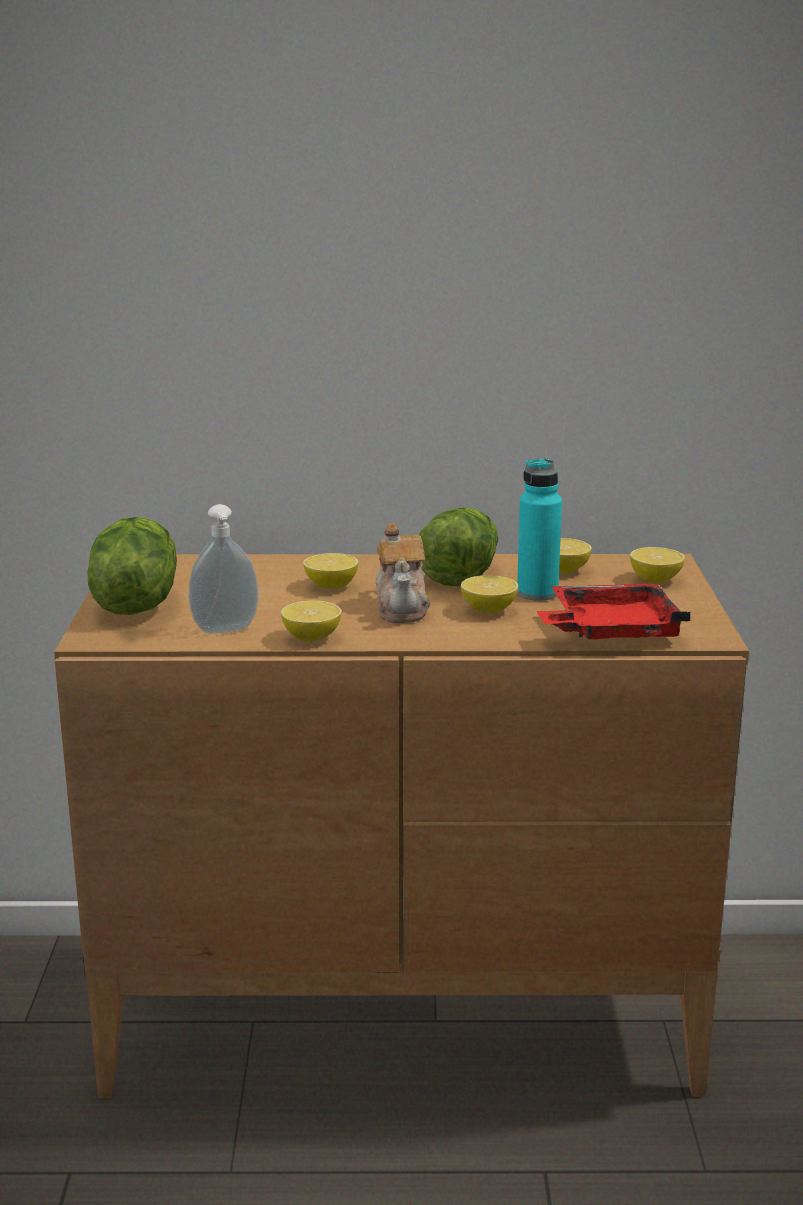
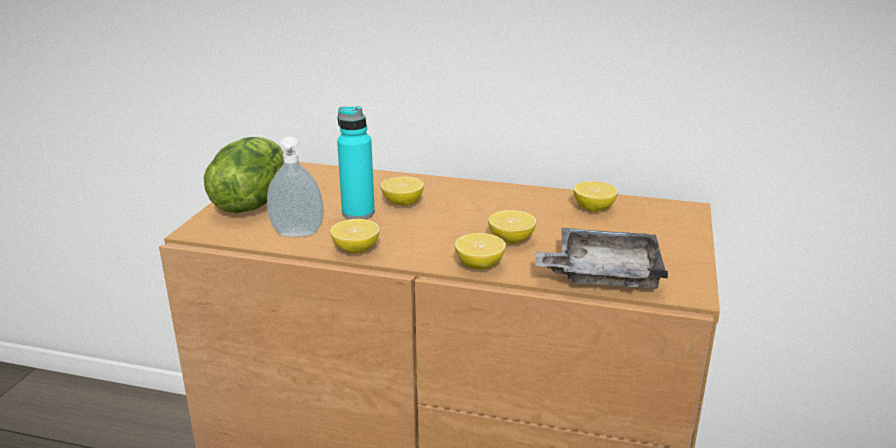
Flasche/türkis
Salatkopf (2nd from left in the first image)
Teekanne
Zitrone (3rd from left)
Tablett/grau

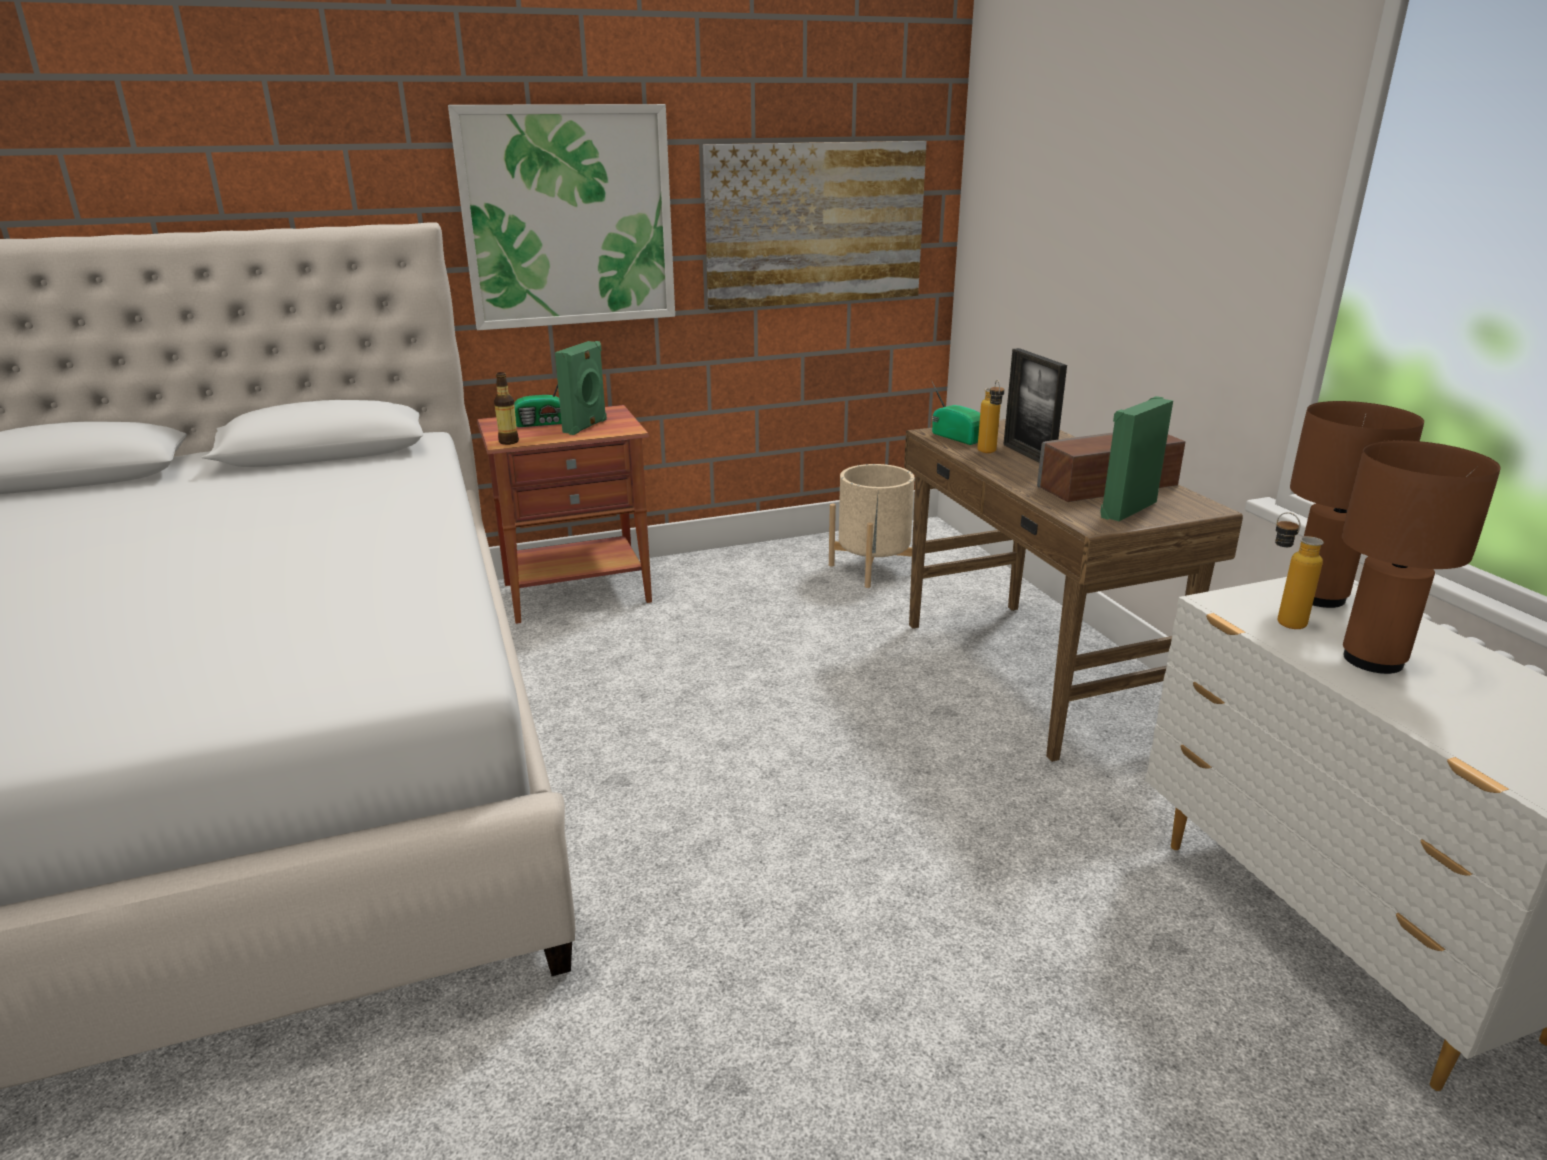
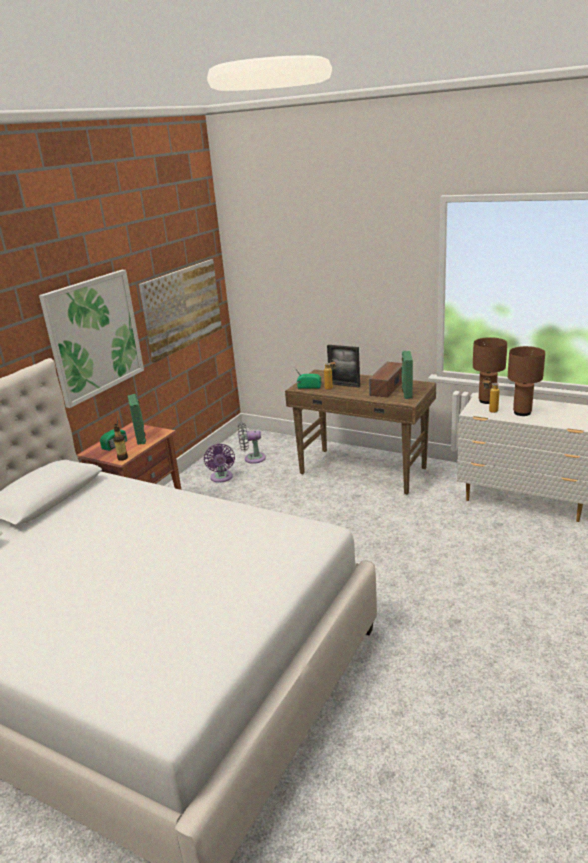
Ventilator/grau
Ventilator/lila

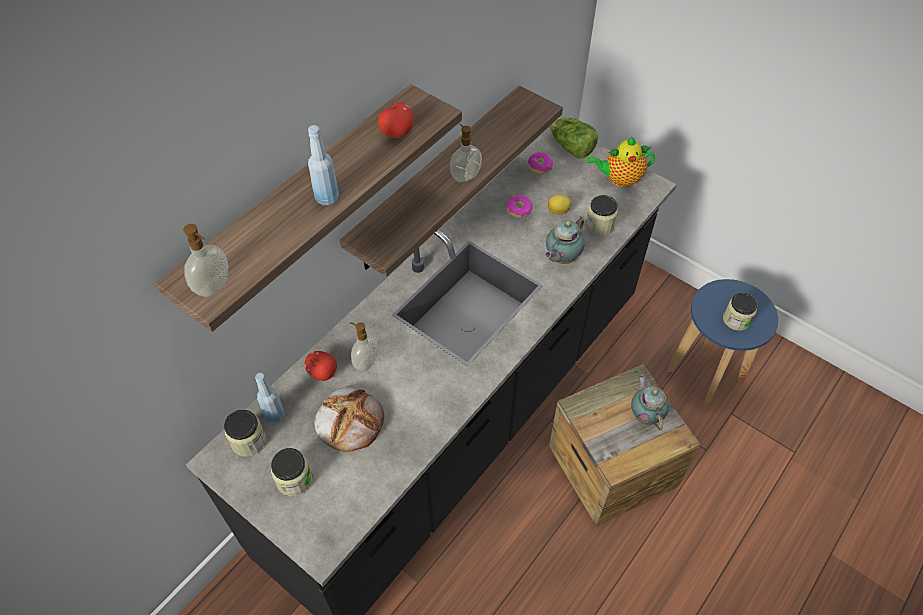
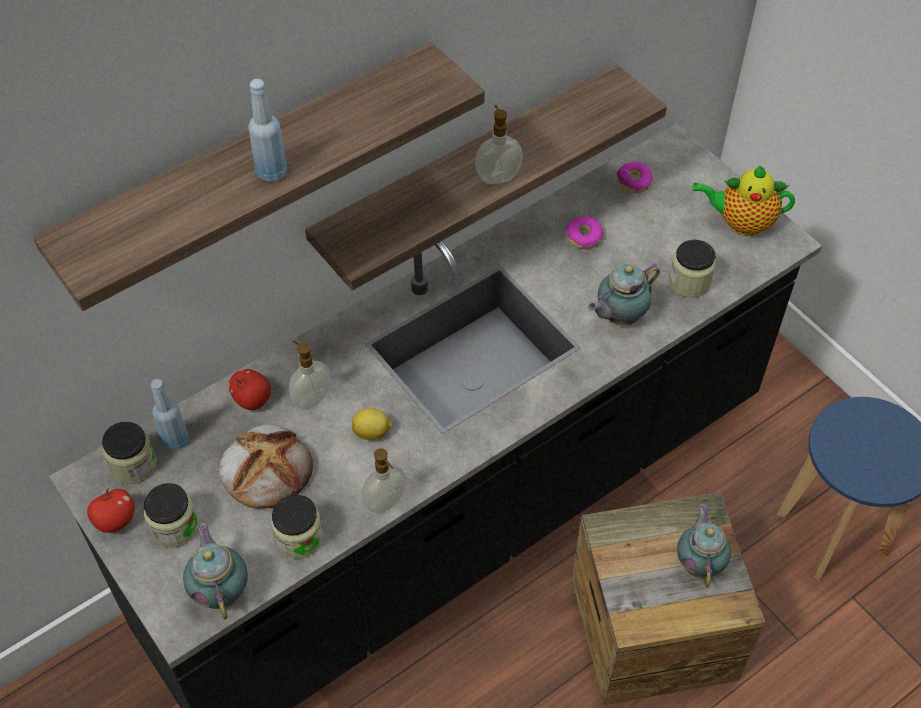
Apfel (1st from left)
Salatkopf
Zitrone
Seifenspender (2nd from left)
Vorratsglas (3rd from left)
Teekanne (1st from left)

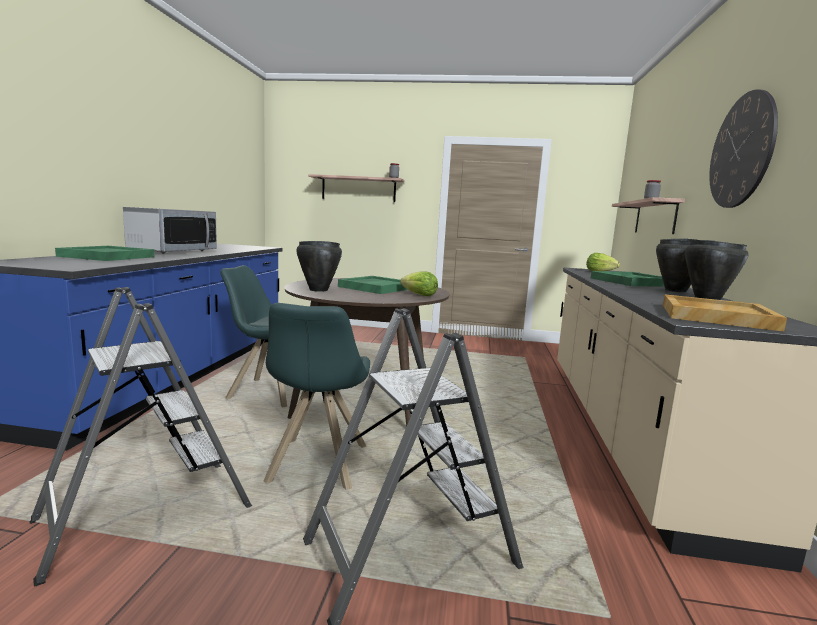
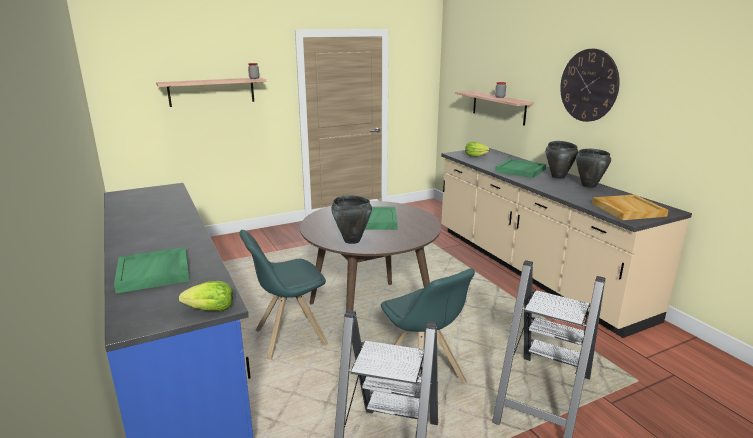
Mikrowelle
Salatkopf (1st from left)

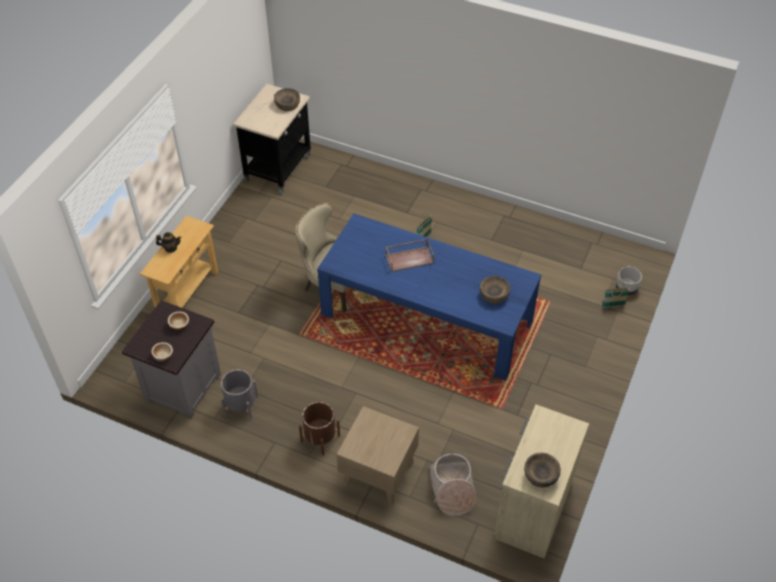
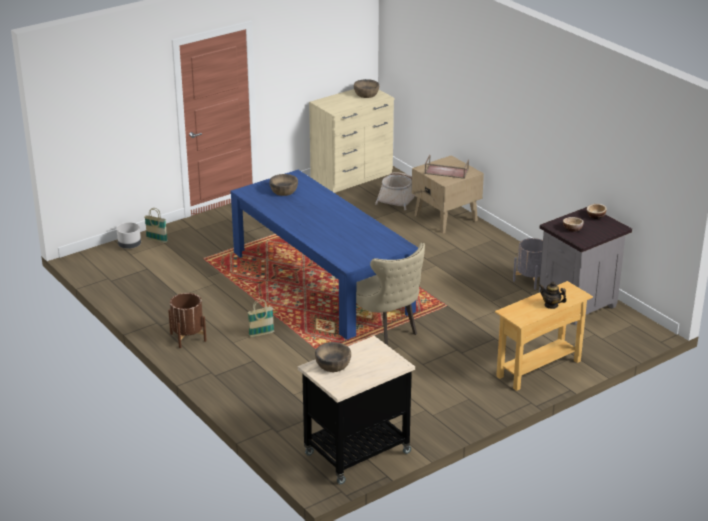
Tablett/braun
Pflanzkübel/braun

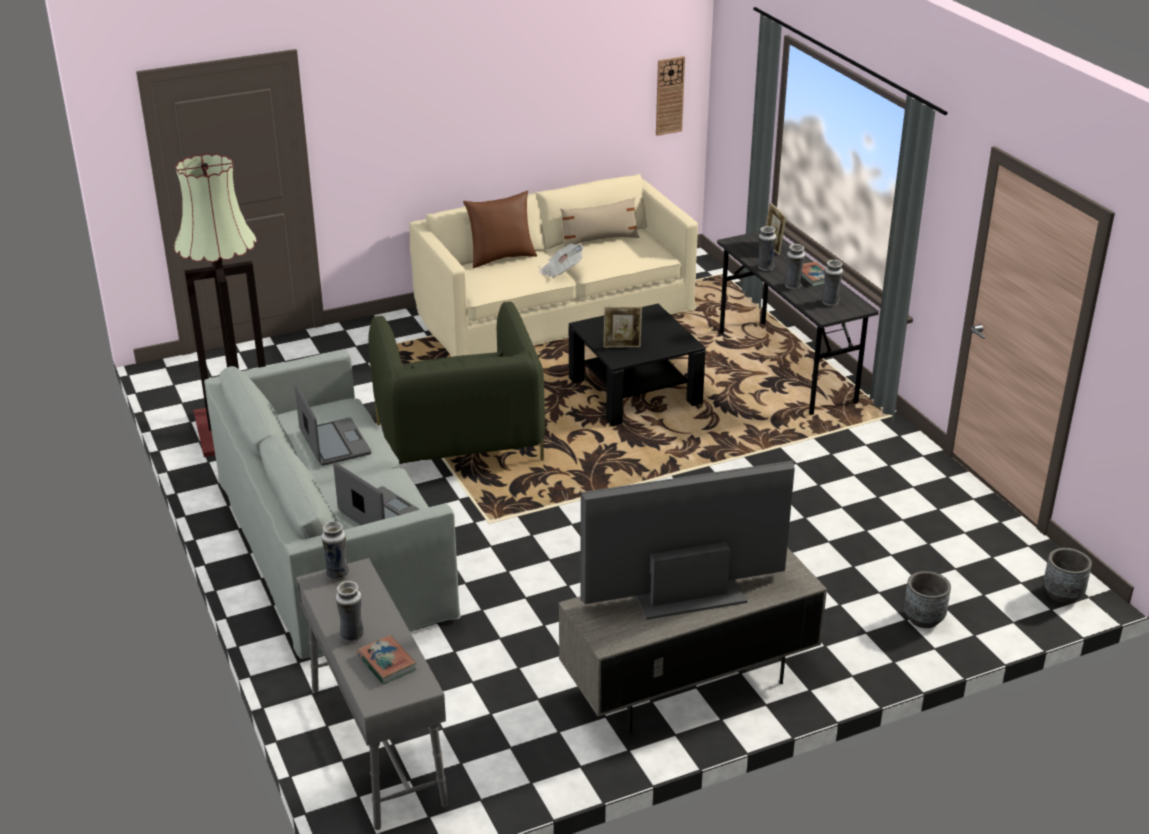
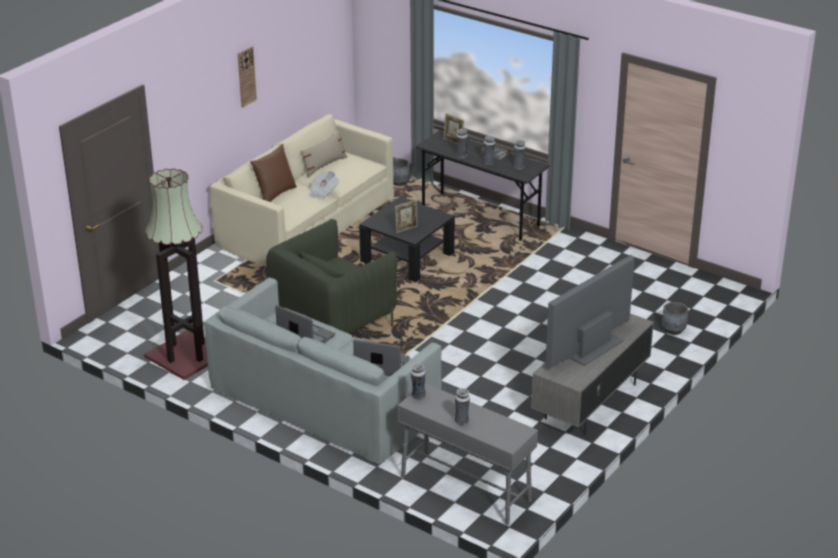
Wanduhr
Sessel/grün
Pflanzkübel/grau (1st from left)
Buch (1st from left in the first image)

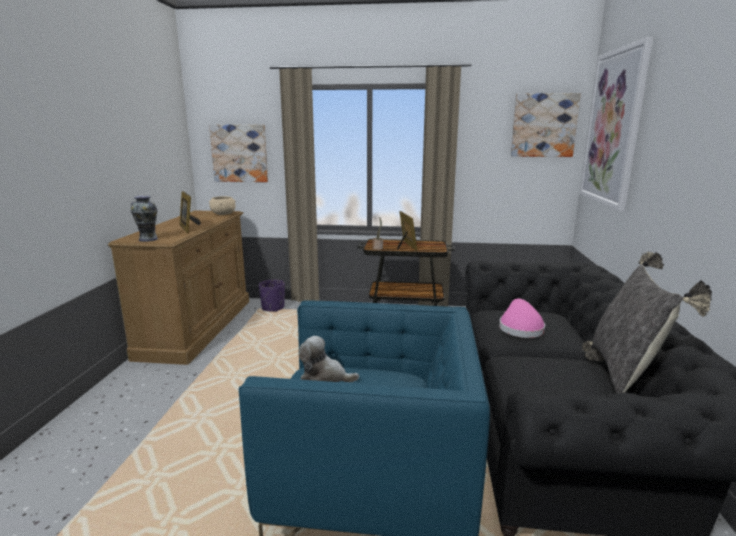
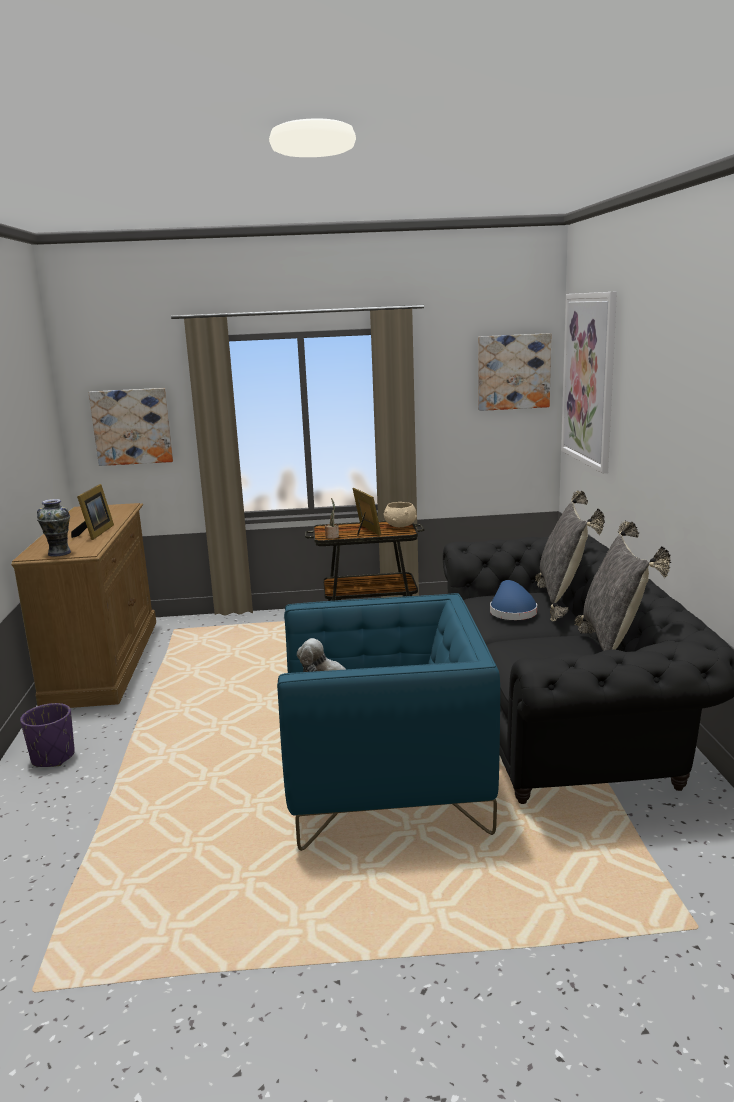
Bilderrahmen (1st from left)
Schüssel/beige
Pflanzkübel/lila
Hut/blau
Kissen (1st from left)

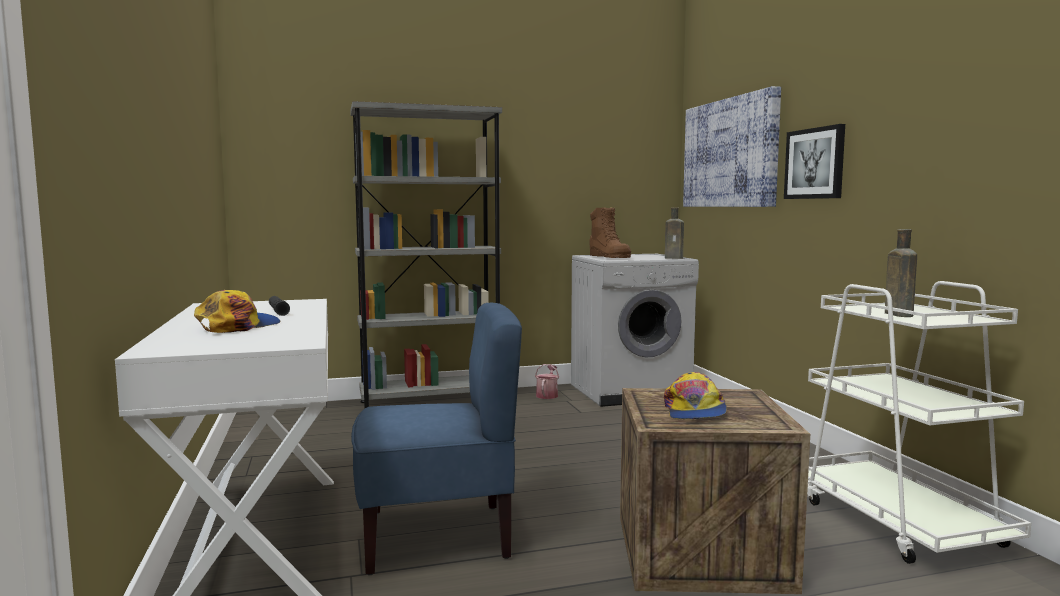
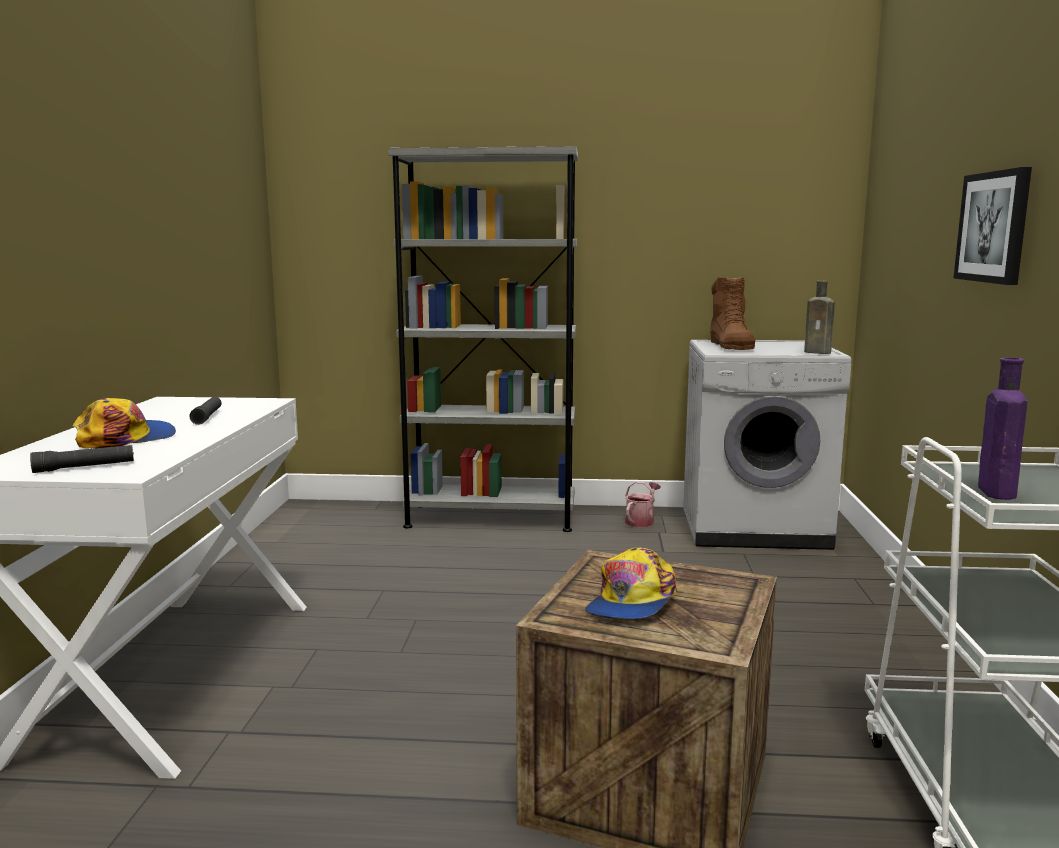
Bild (1st from left in the first image)
Flasche/lila
Stuhl/blau
Taschenlampe/schwarz (1st from left)

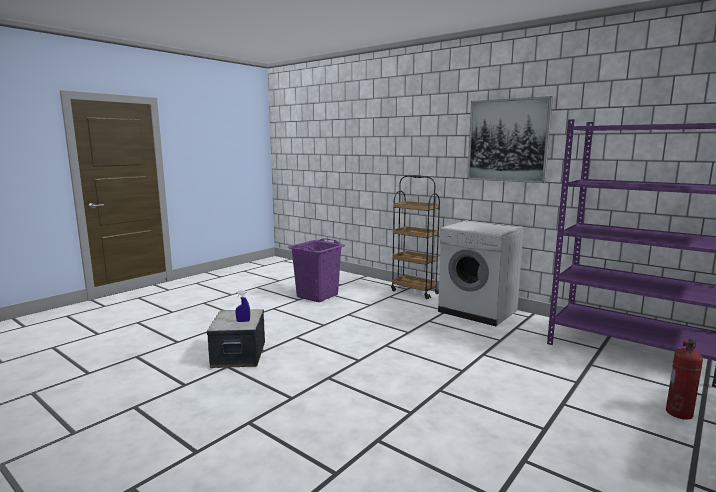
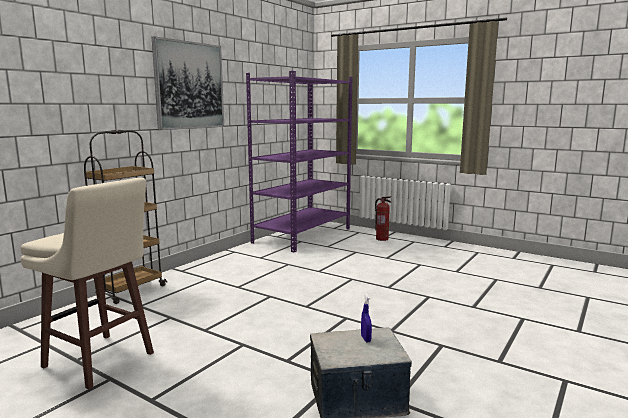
Waschmaschine/weiß
Hocker/beige

